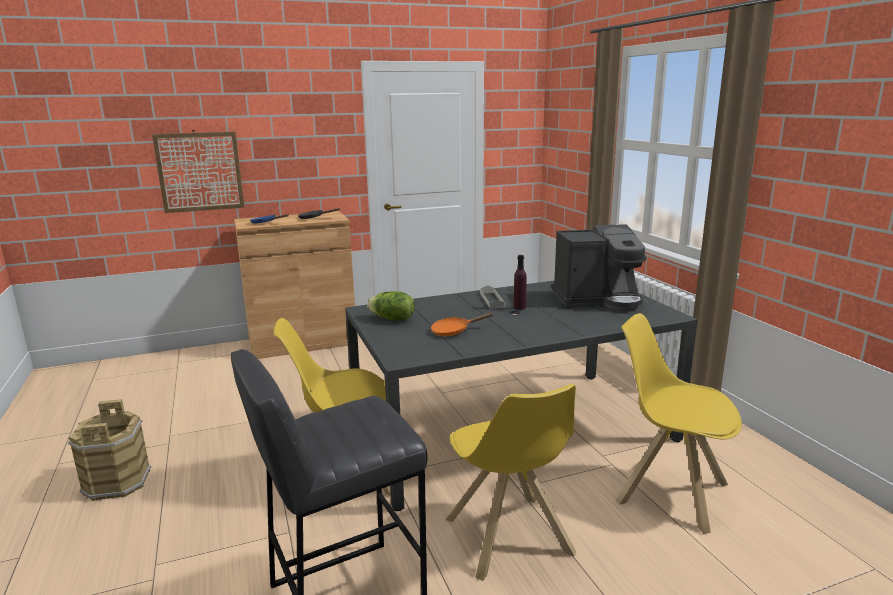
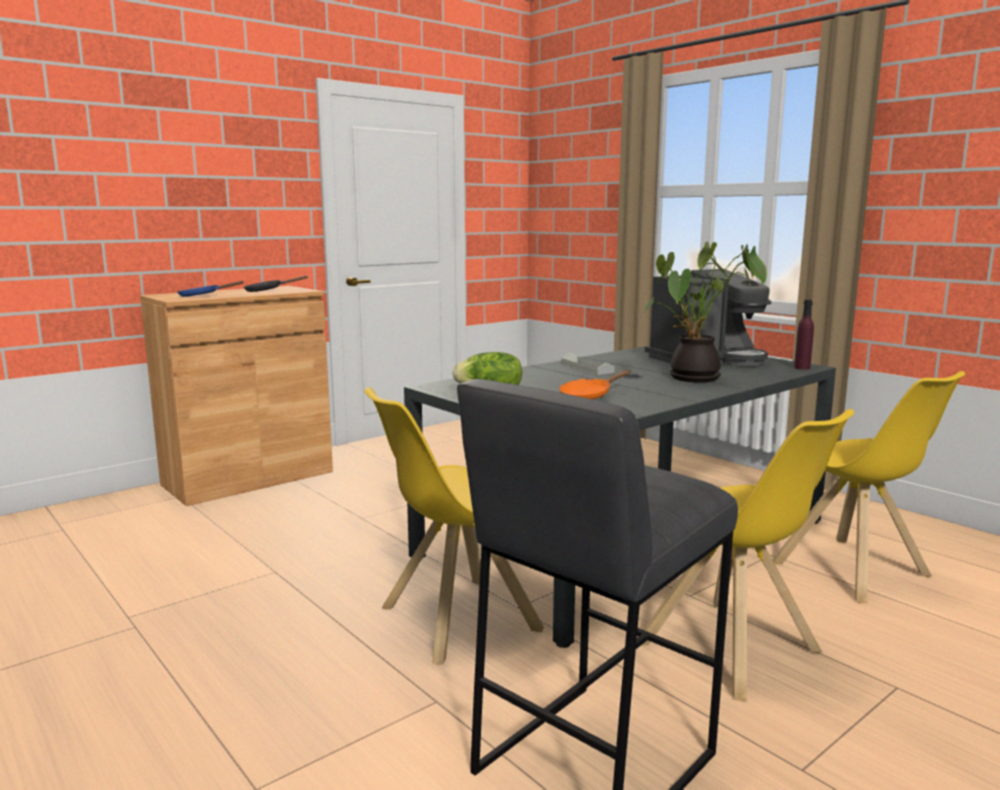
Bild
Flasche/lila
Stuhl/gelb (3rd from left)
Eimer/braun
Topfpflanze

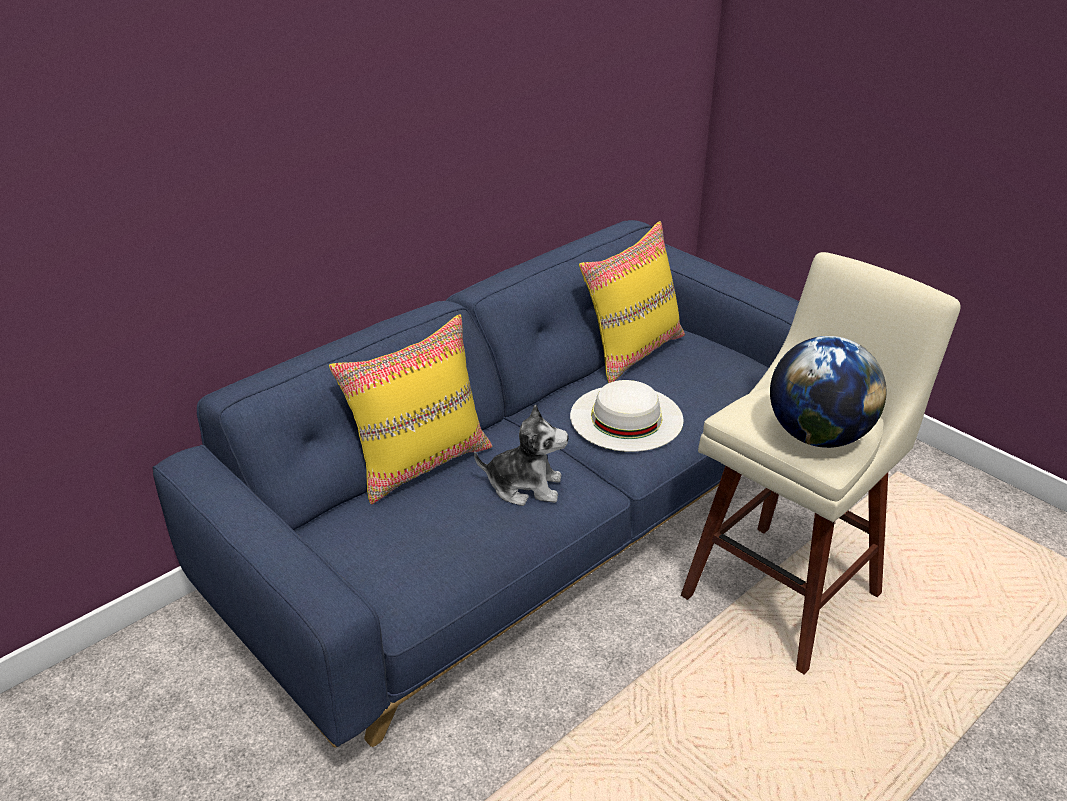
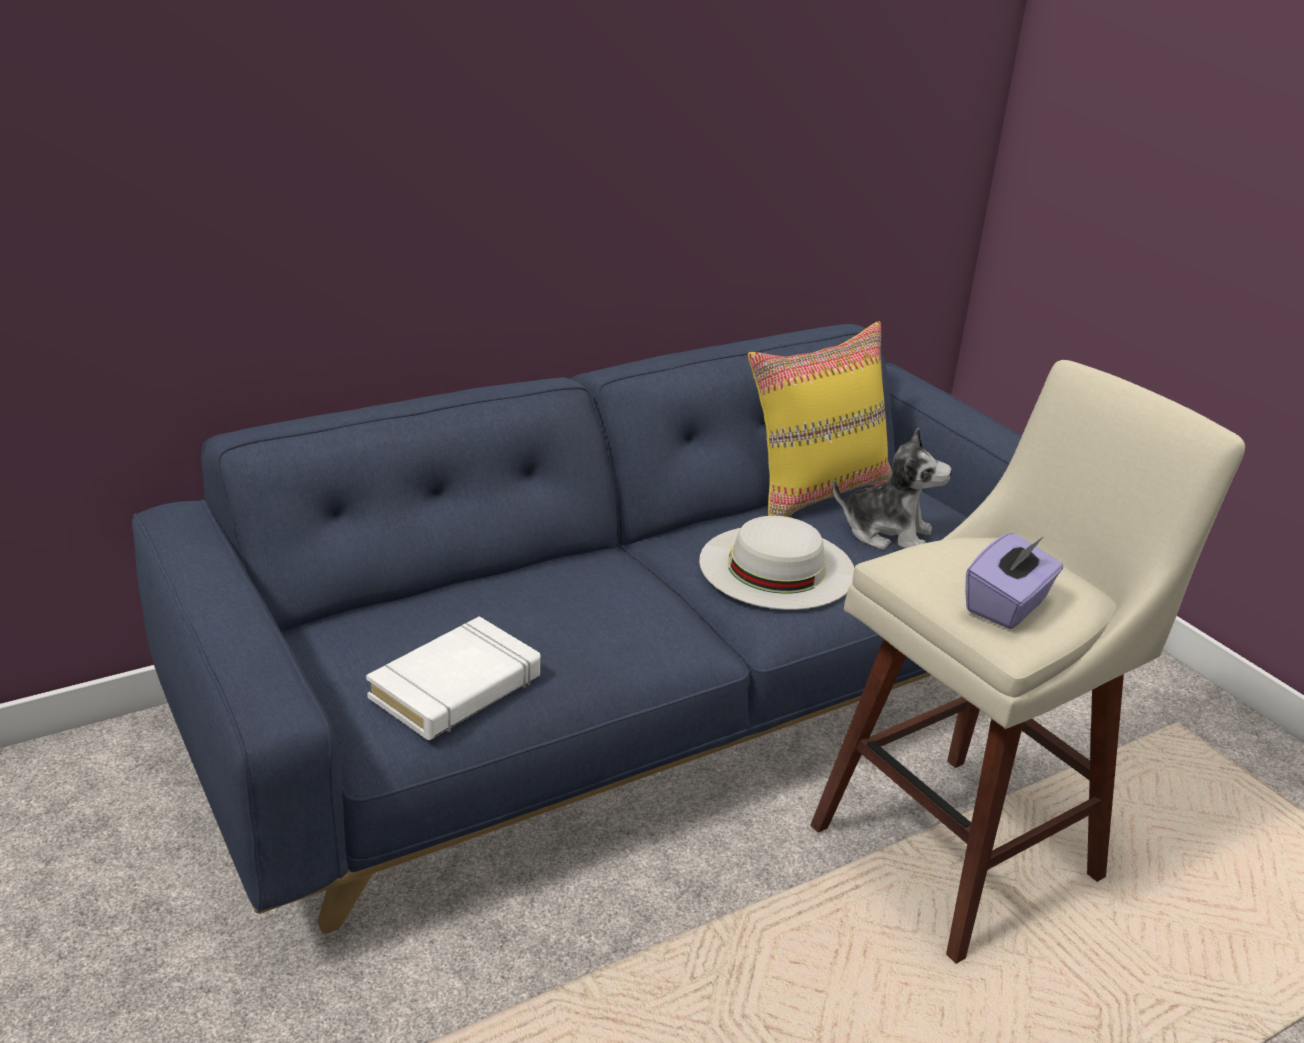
Kissen/gelb (1st from left in the first image)
Taschentuchbox/lila
Plüschtier
Buch/weiß

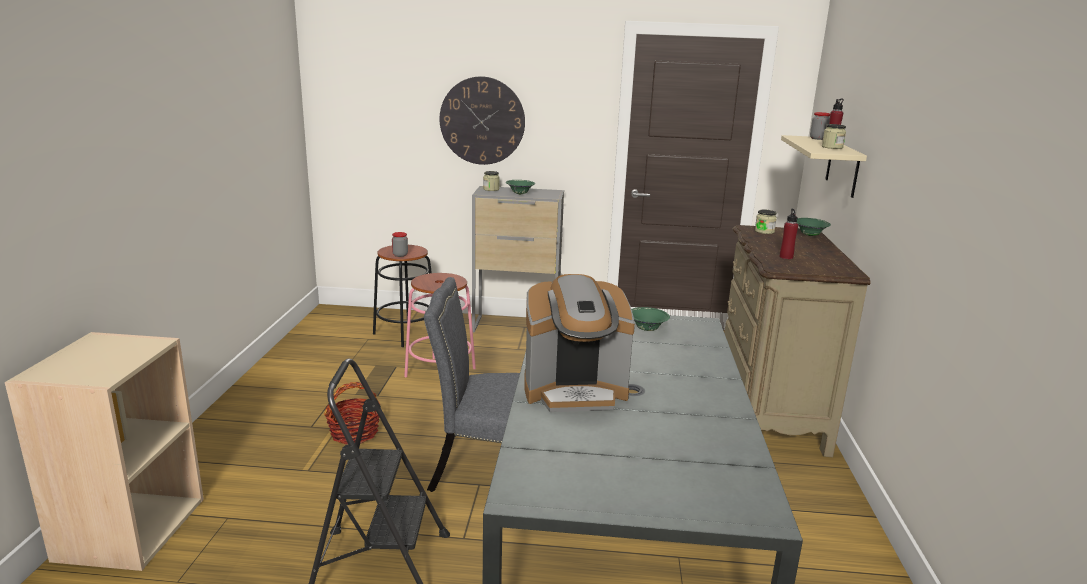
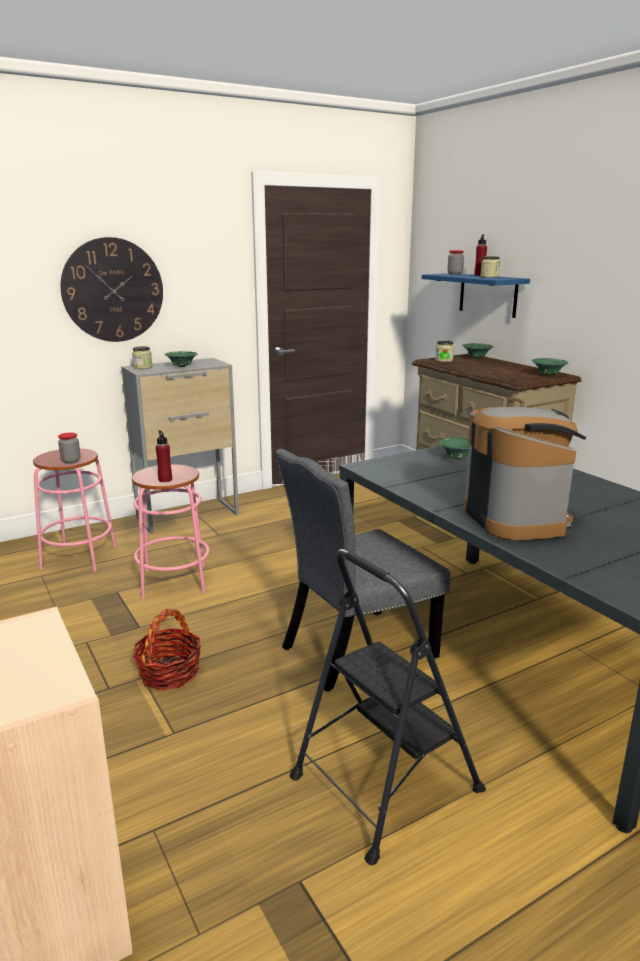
Wandregal/blau
Flasche/rot (1st from left)
Hocker/rosa (1st from left)
Kaffeemaschine
Schüssel/grün (4th from left)

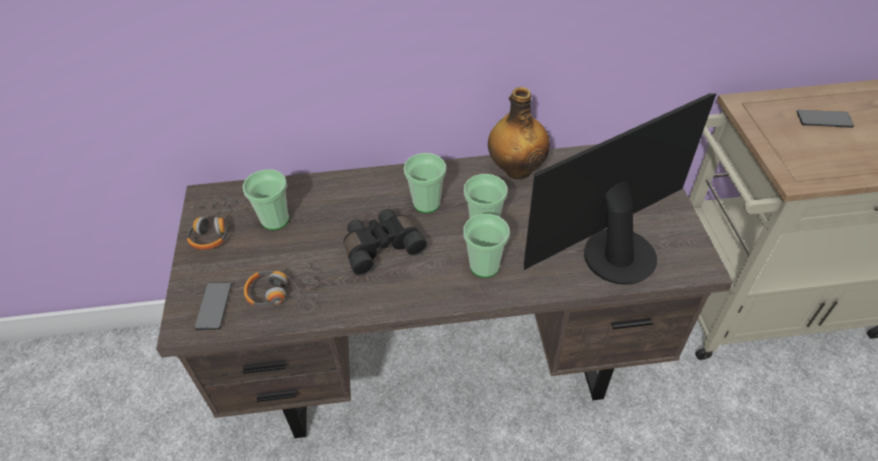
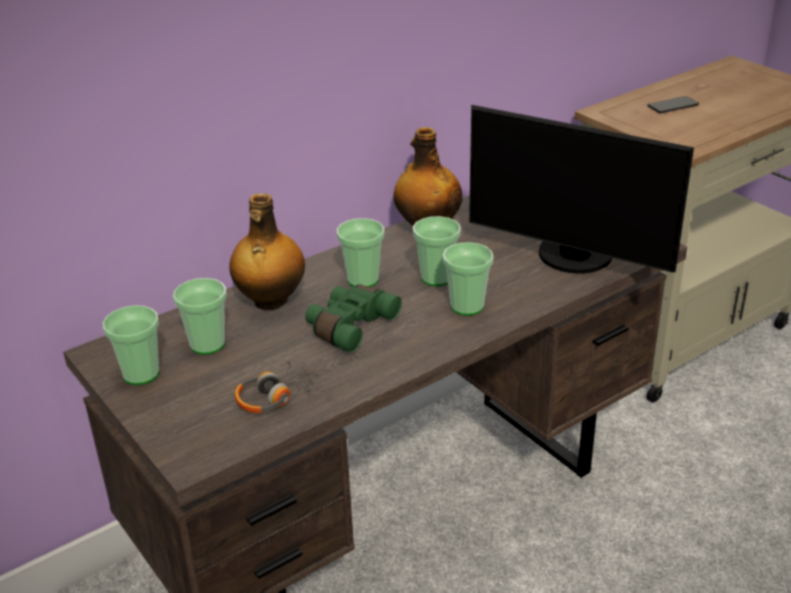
Monitor
Tasse (1st from left)
Fernglas/grün
Handy (1st from left in the first image)
Flasche (1st from left)

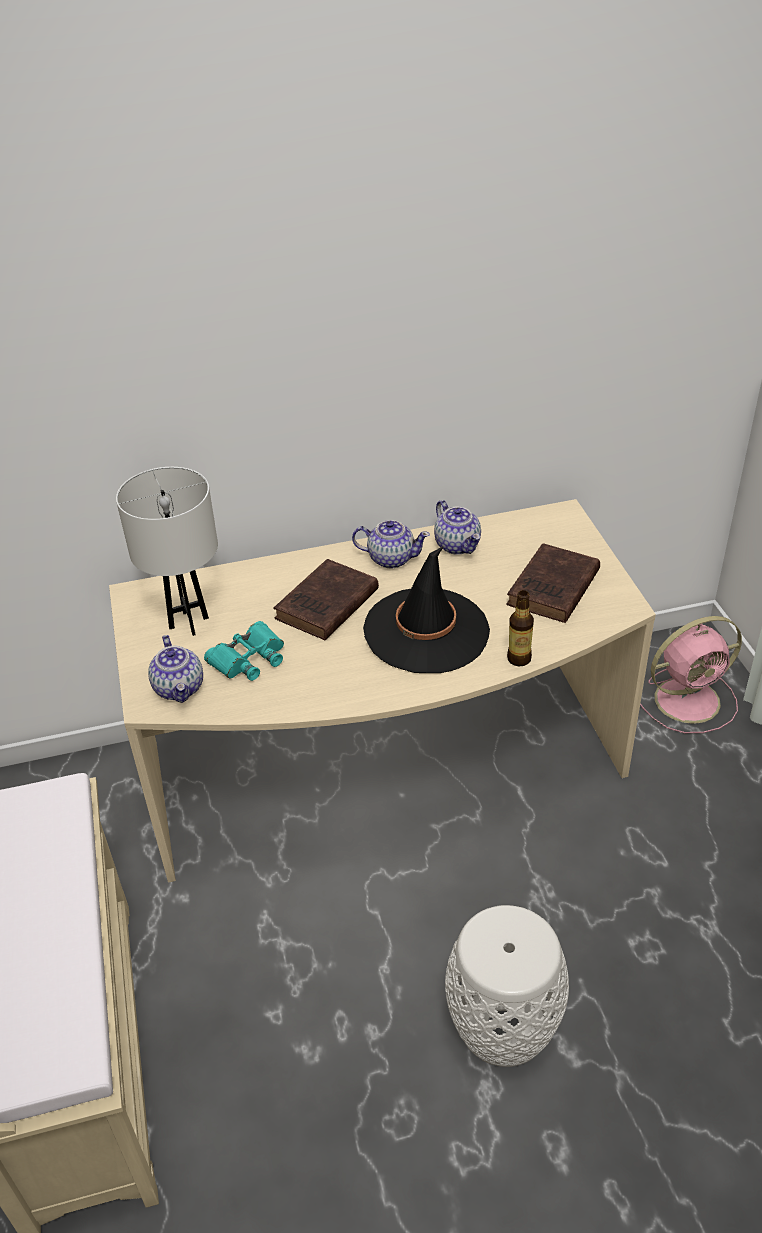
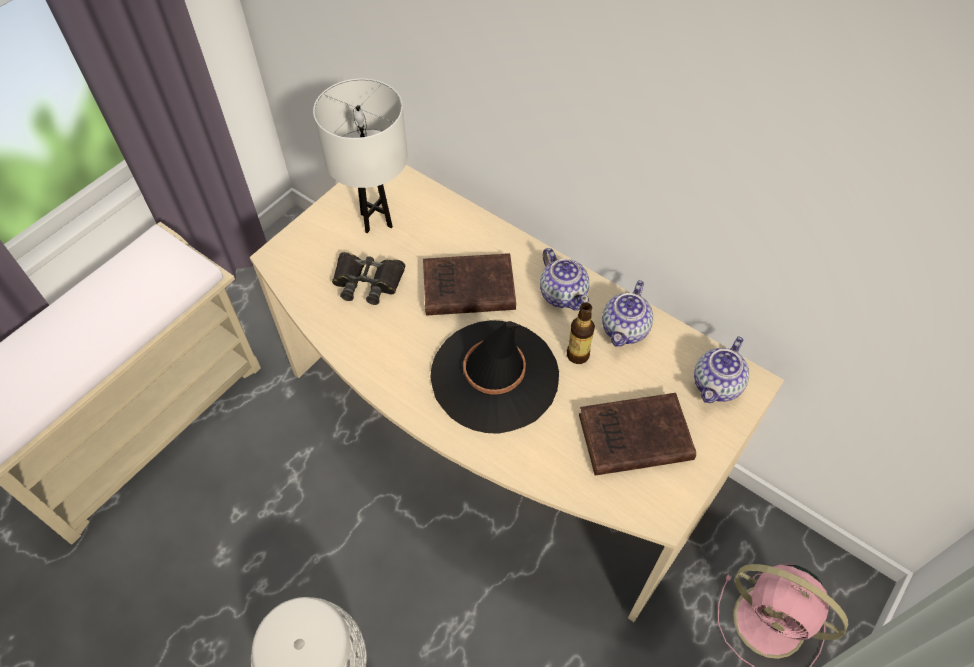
Flasche
Fernglas/schwarz
Teekanne (3rd from left)

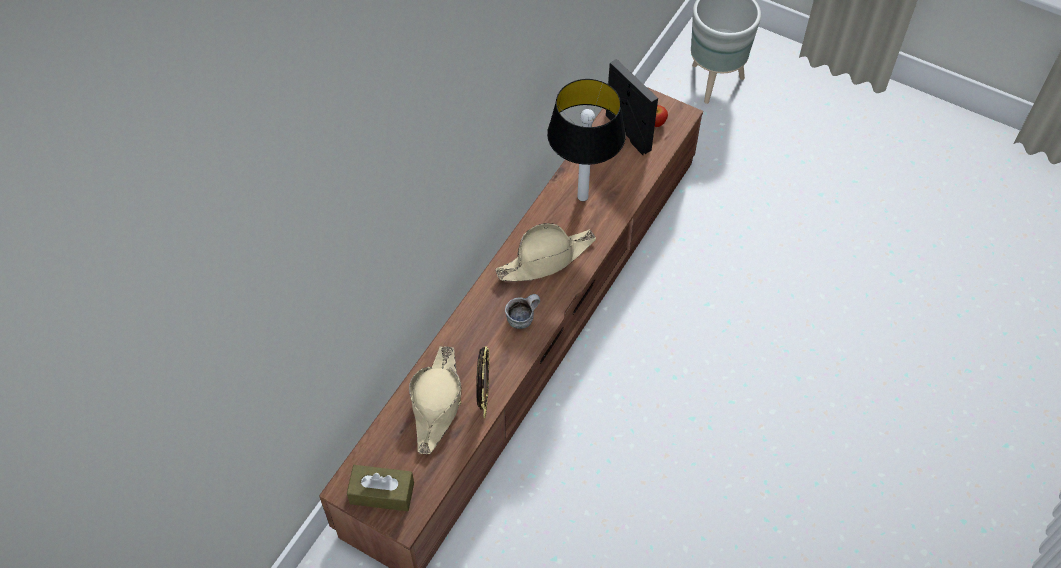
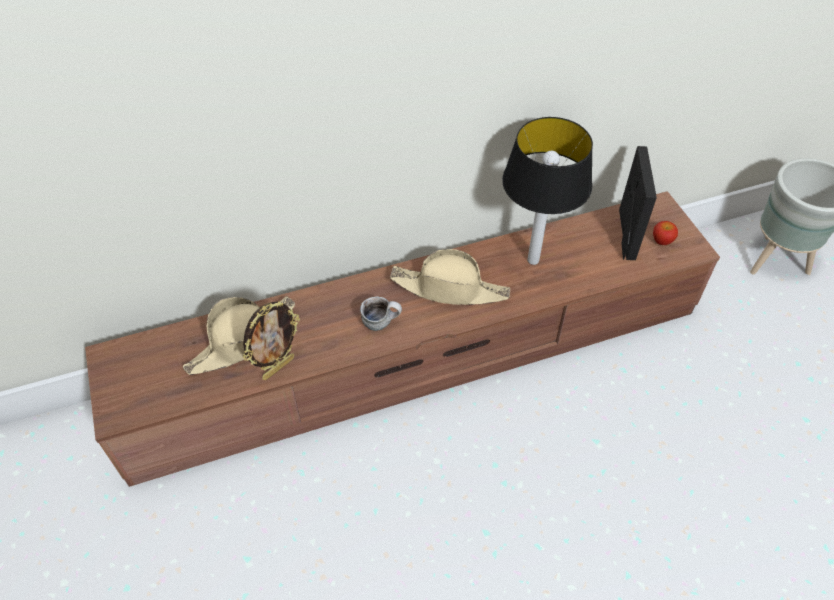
Taschentuchbox/braun

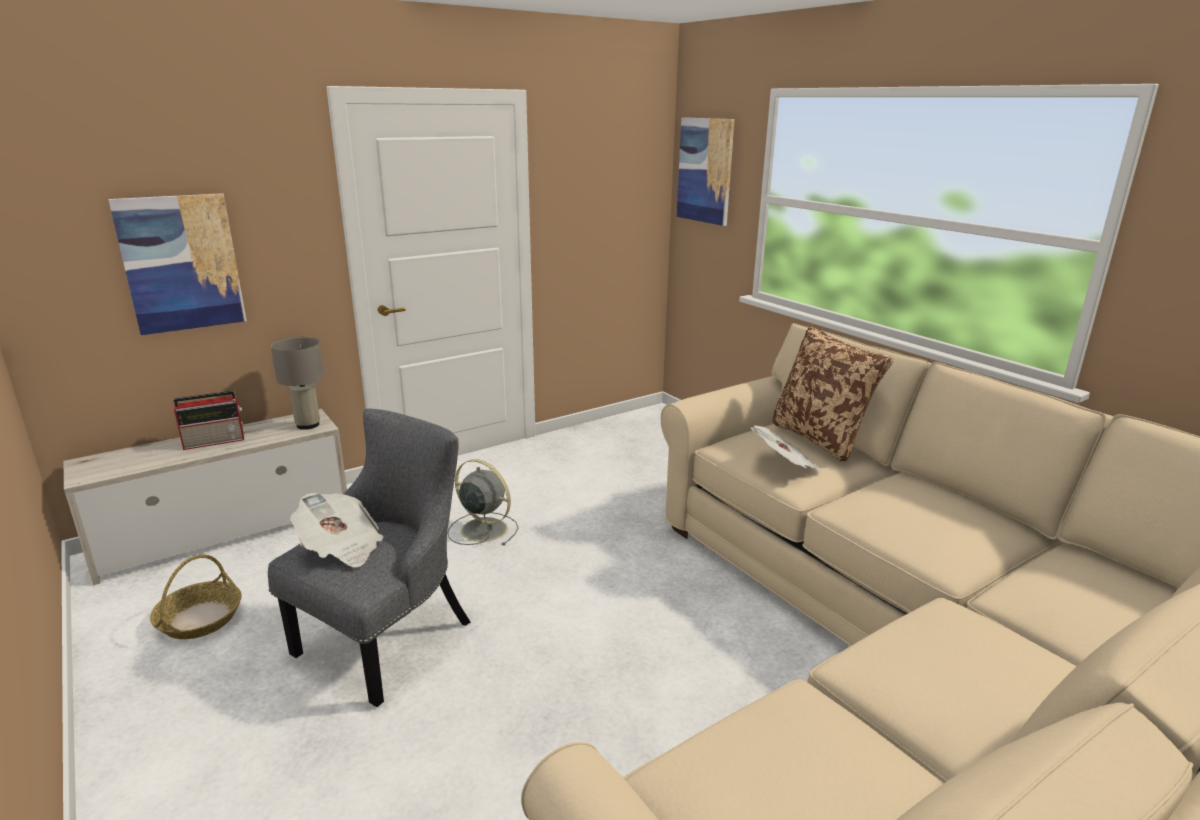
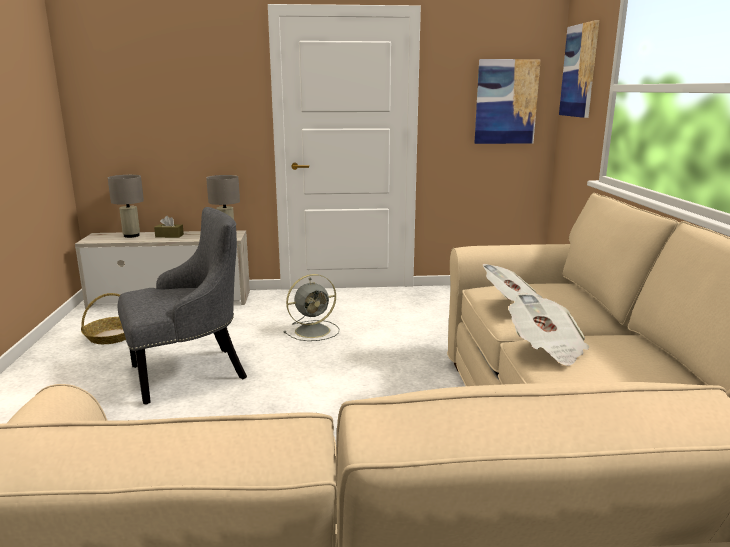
Bild (1st from left)
Kissen/braun
Taschentuchbox/braun
Ventilator/grau
Zeitung (2nd from left)
Tischlampe/grau (1st from left)

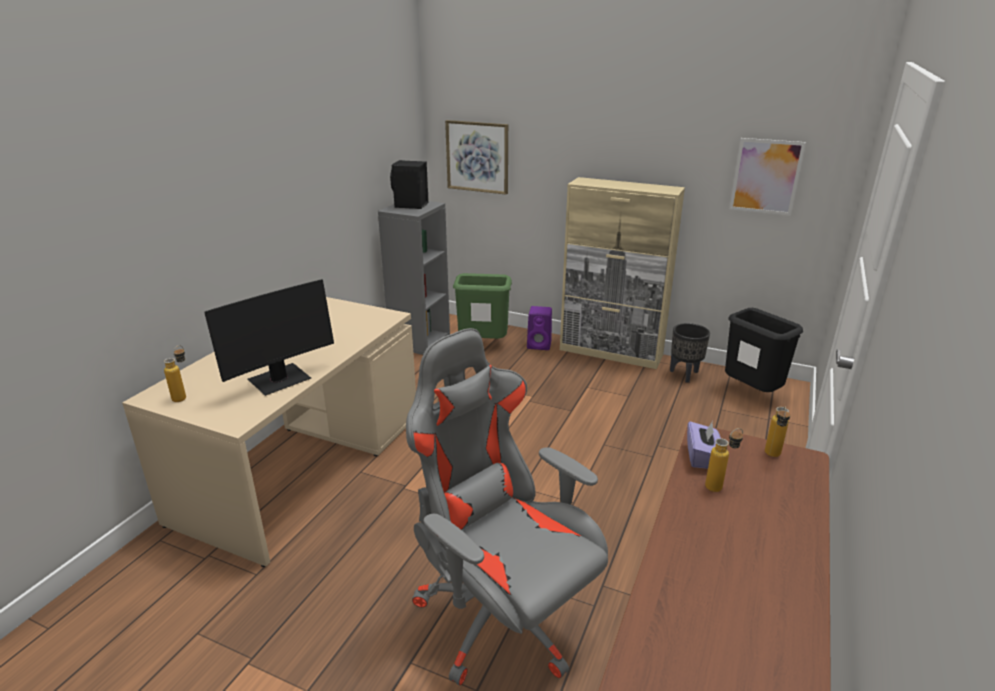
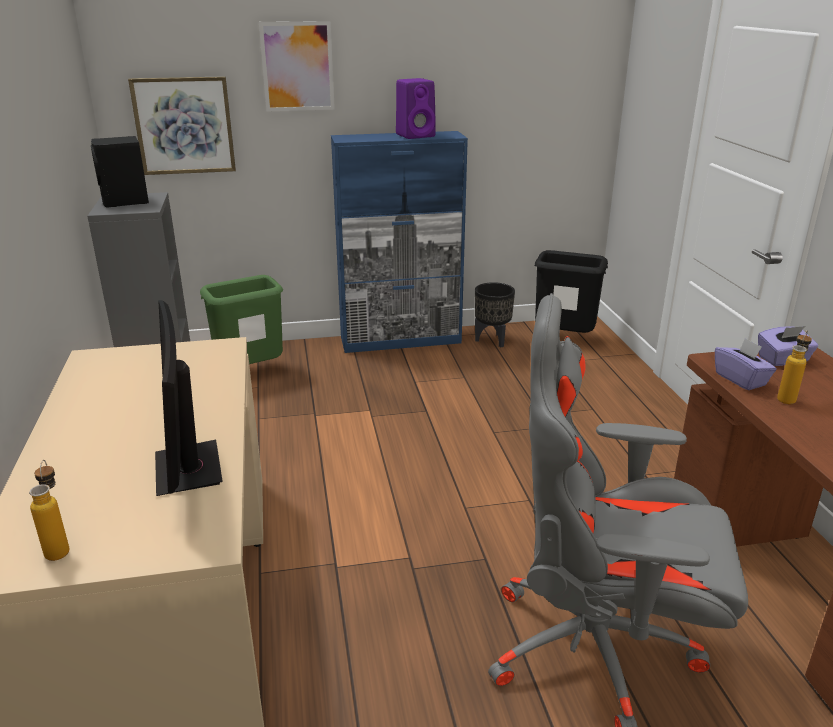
Bild (2nd from left)
Schrank/blau
Monitor
Lautsprecher/lila
Taschentuchbox/lila (2nd from left)

